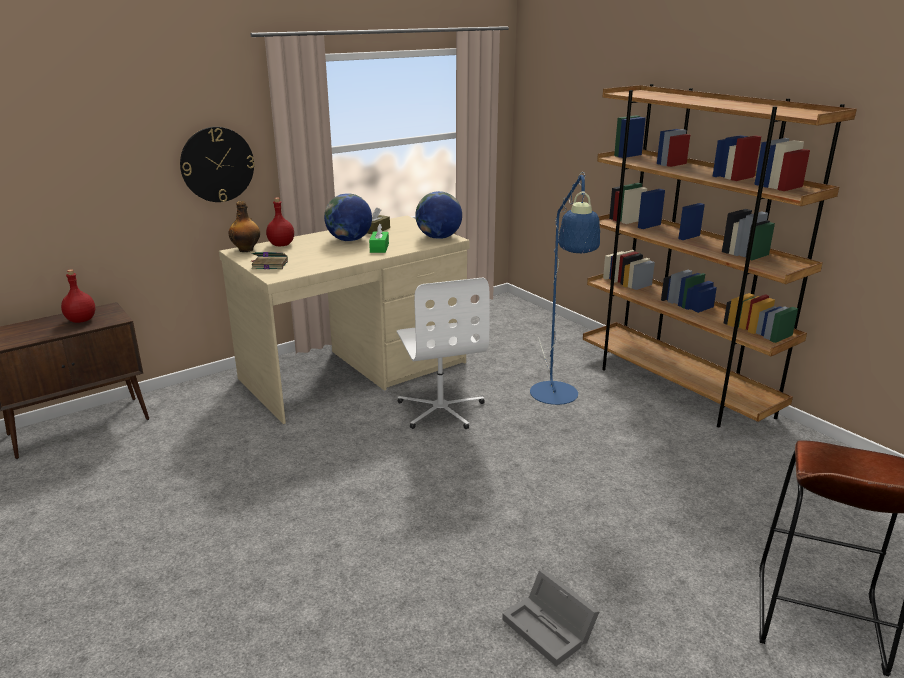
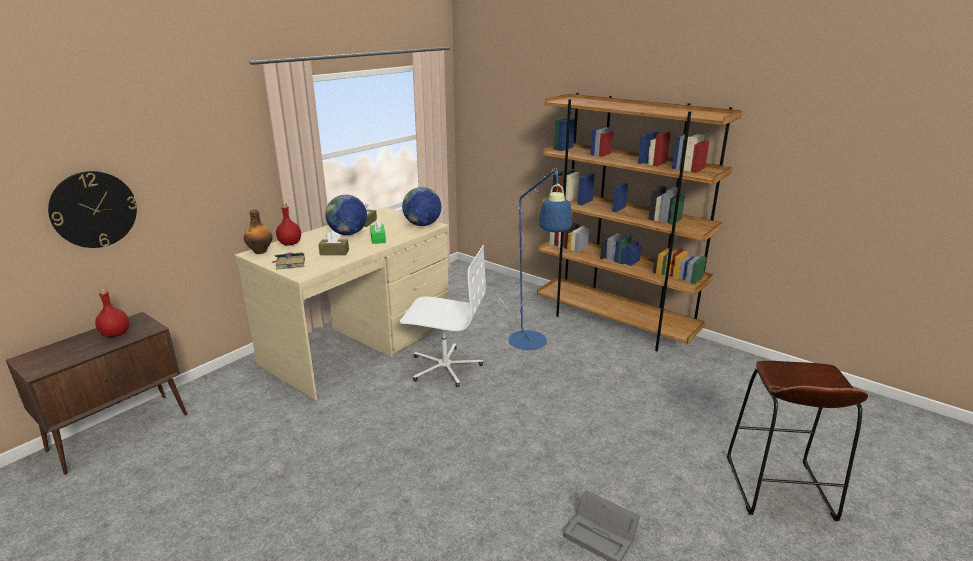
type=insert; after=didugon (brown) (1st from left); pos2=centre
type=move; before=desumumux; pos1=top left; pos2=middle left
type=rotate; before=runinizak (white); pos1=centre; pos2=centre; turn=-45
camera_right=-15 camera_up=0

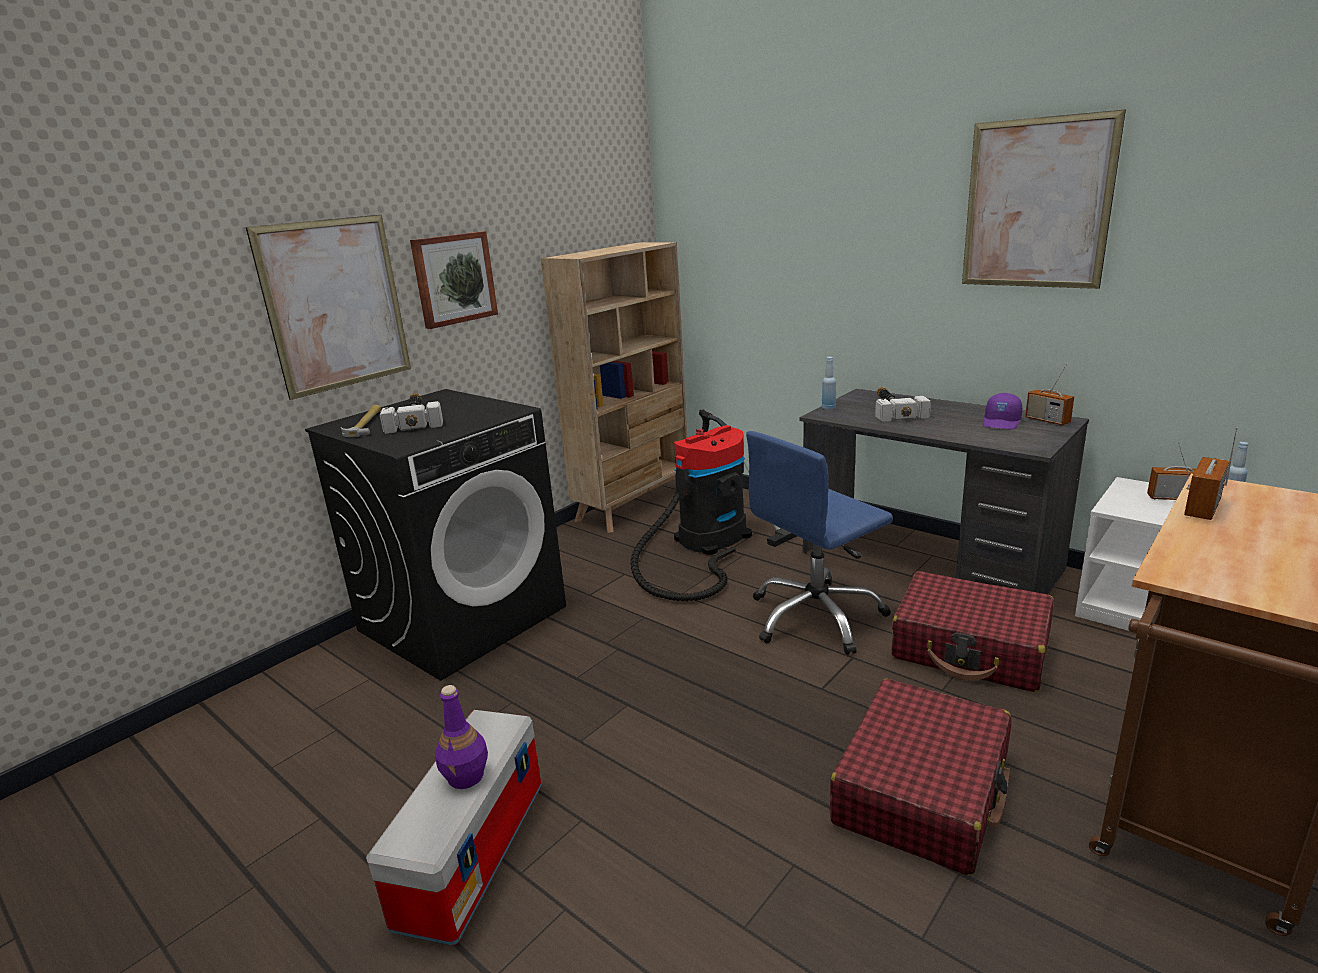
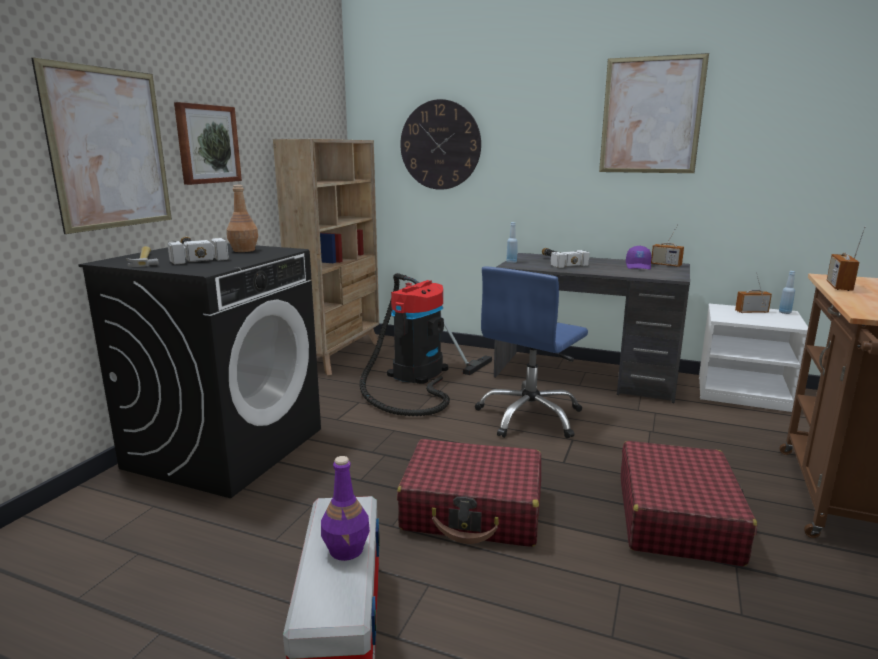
type=insert; after=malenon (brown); pos2=top left
type=insert; after=desumumux; pos2=top centre
type=move; before=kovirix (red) (2nd from left in the first image); after=kovirix (red) (1st from left); pos1=middle right; pos2=bottom centre
camera_right=-20 camera_up=-5

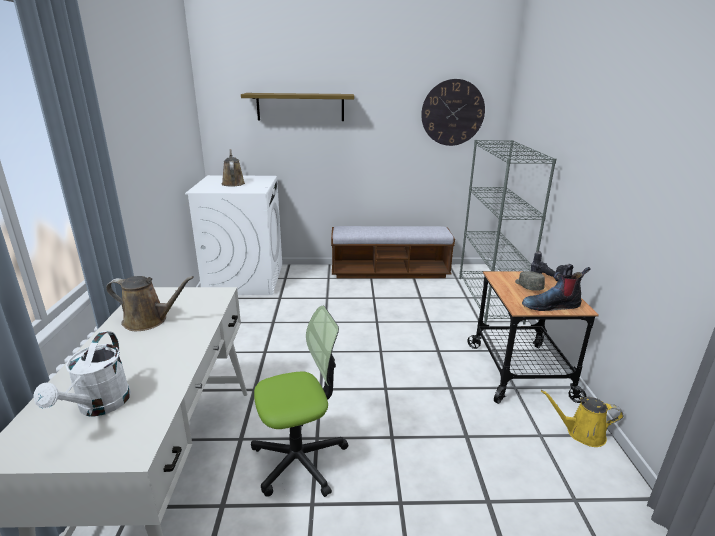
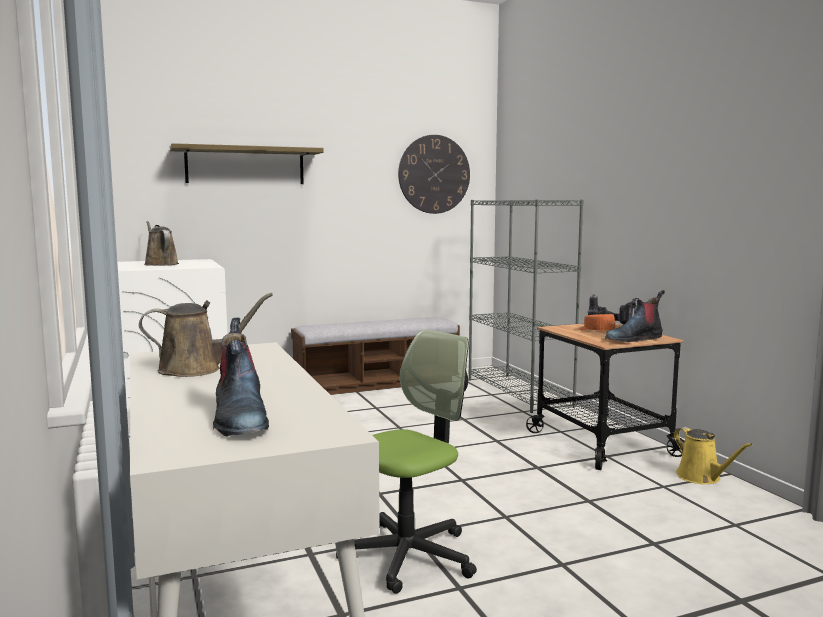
type=replace; before=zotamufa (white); after=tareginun (1st from left); pos1=bottom left; pos2=middle left
type=recolor; before=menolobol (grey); after=menolobol (orange); pos1=middle right; pos2=middle right
type=rotate; before=zotamufa (yellow); pos1=bottom right; pos2=bottom right; turn=-105
camera_right=-20 camera_up=-15

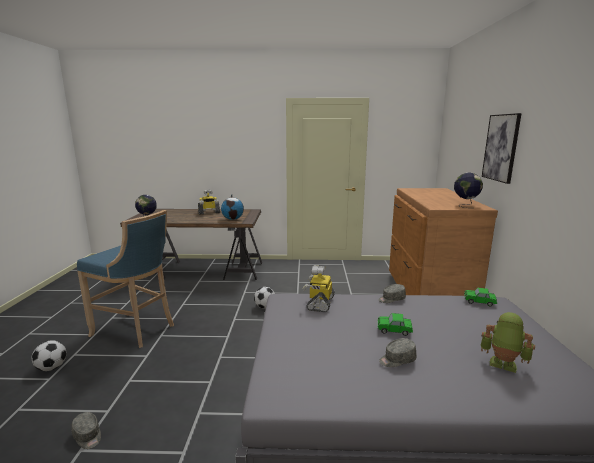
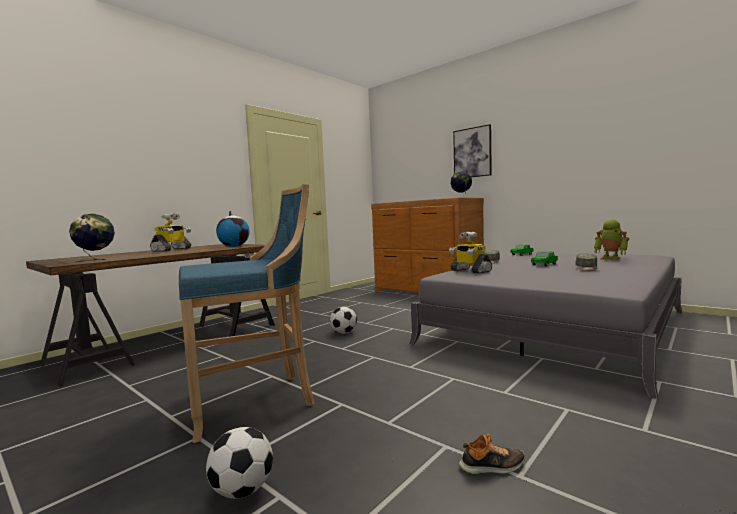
type=replace; before=menolobol (grey) (1st from left); after=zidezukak; pos1=bottom left; pos2=bottom right
type=rotate; before=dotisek (3rd from left); pos1=bottom right; pos2=middle right; turn=-105
camera_right=-50 camera_up=-10

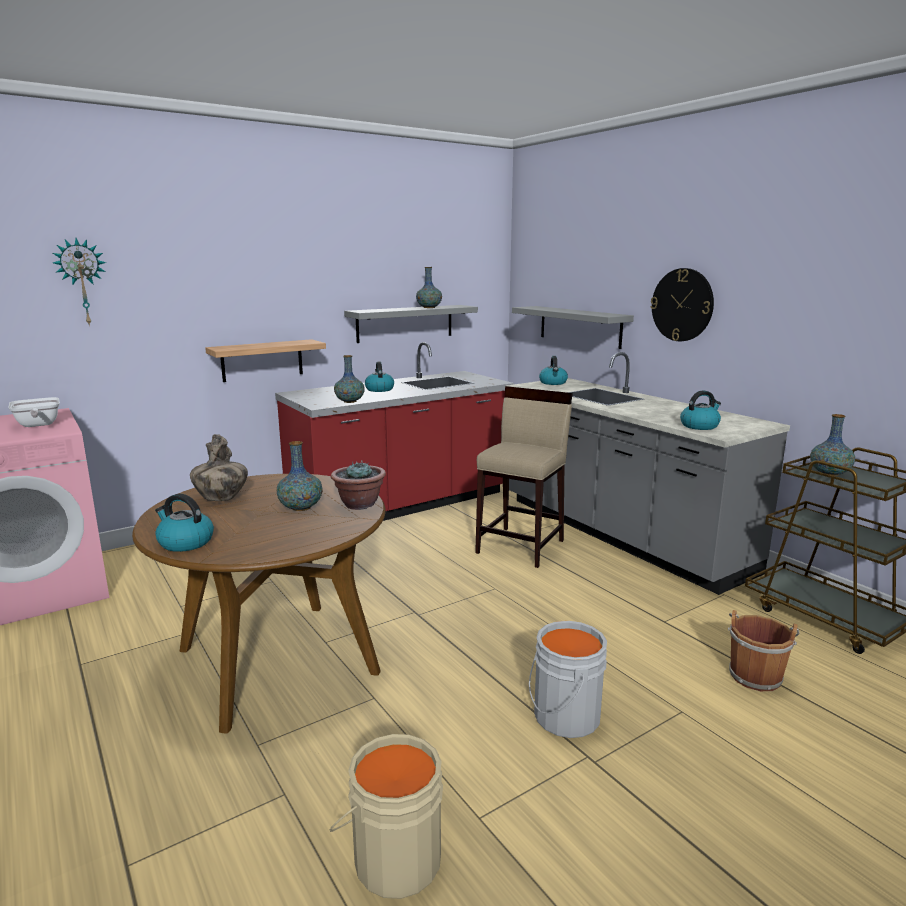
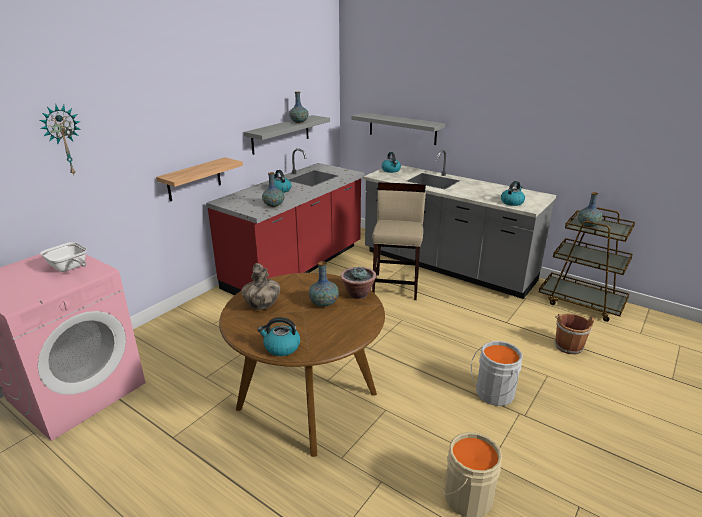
type=delete; before=desumumux (2nd from left); pos1=middle right
camera_right=-20 camera_up=10

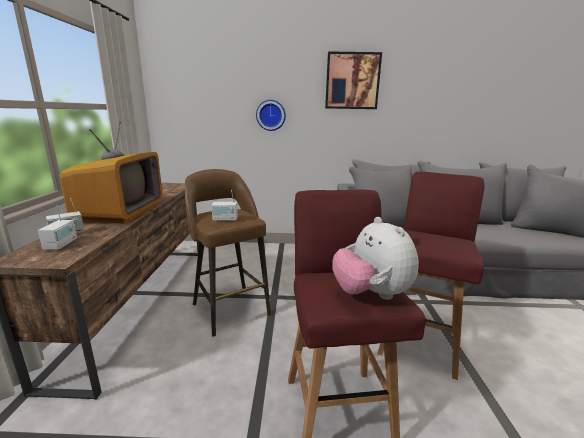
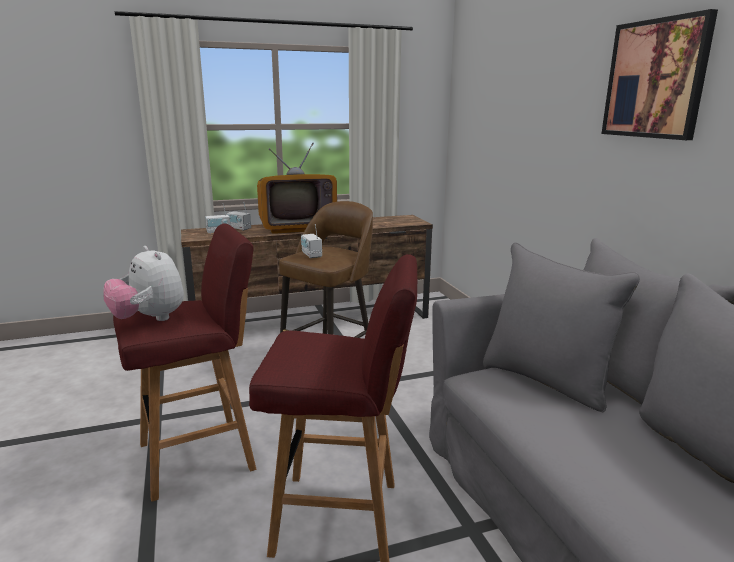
type=delete; before=desumumux; pos1=top centre
type=rotate; before=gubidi; pos1=centre; pos2=middle left; turn=-90
camera_right=70 camera_up=0

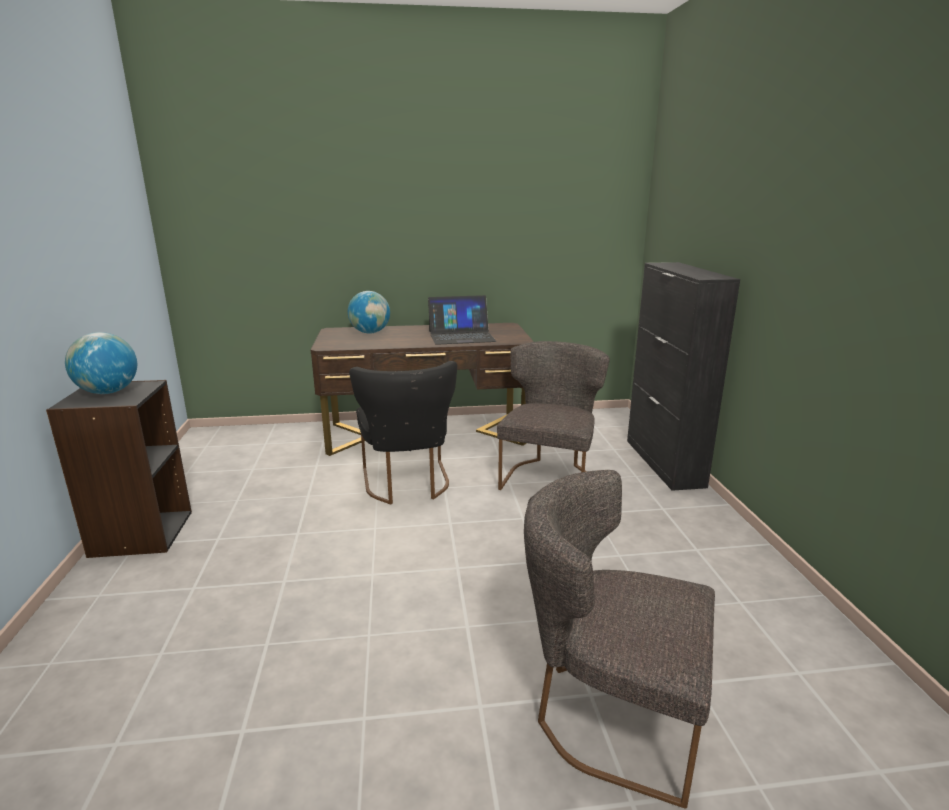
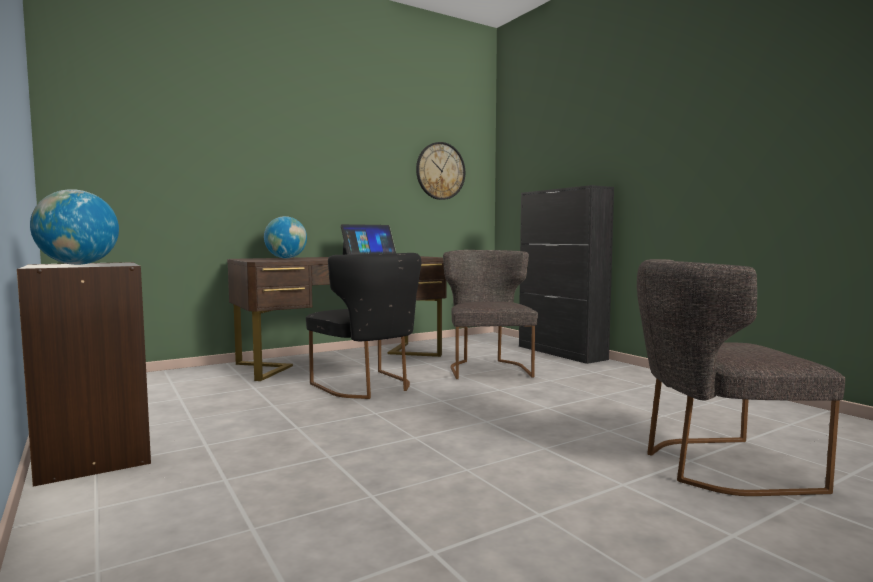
type=insert; after=desumumux; pos2=top centre
camera_right=-25 camera_up=-15

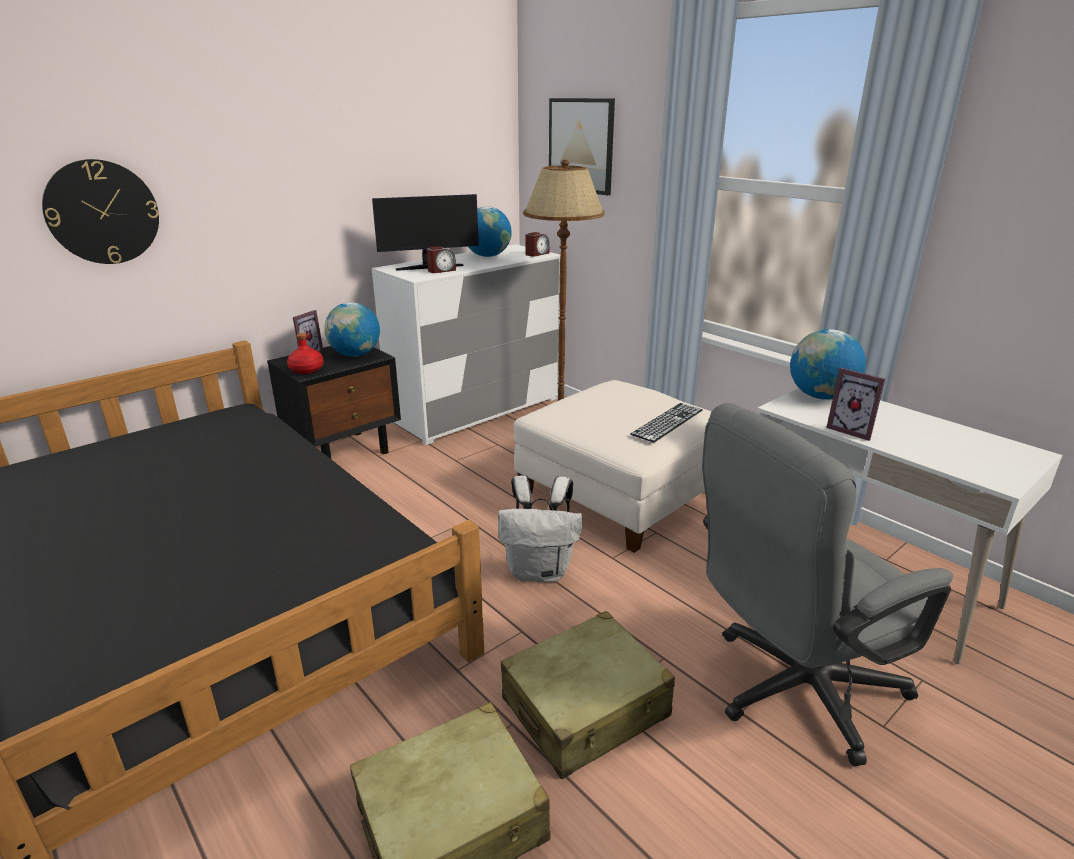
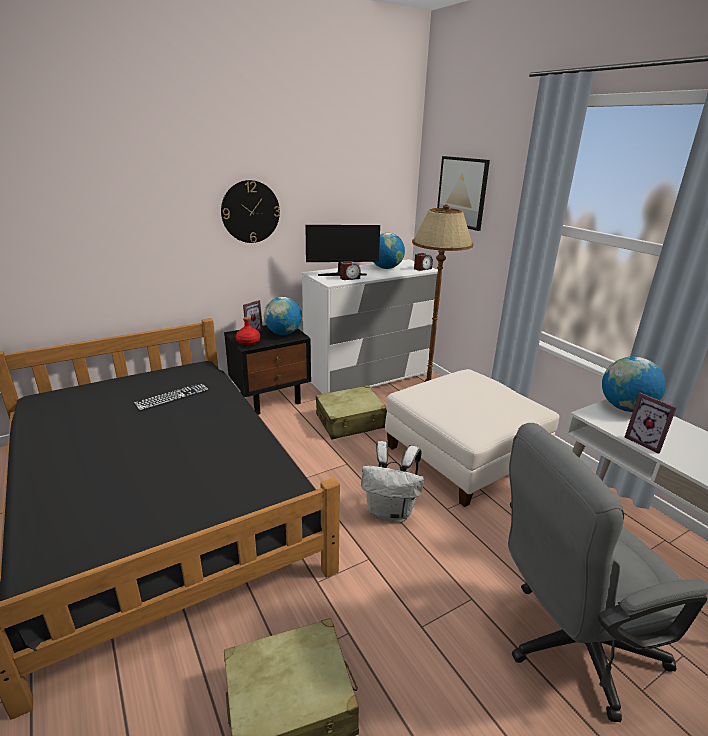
type=move; before=desumumux; pos1=top left; pos2=top centre
type=move; before=kovirix (beige) (2nd from left); pos1=bottom centre; pos2=centre
type=move; before=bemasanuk; pos1=centre; pos2=middle left
camera_right=10 camera_up=0

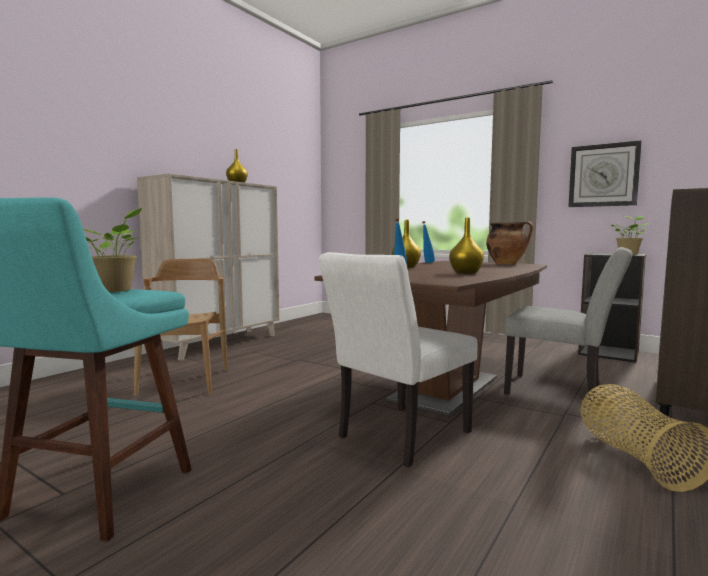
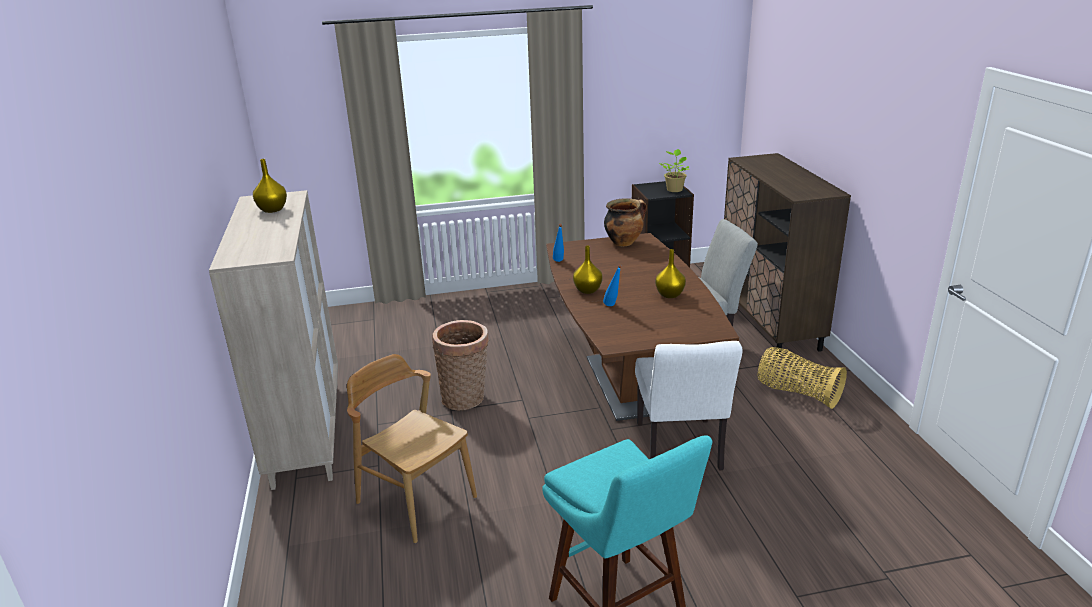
type=delete; before=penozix (1st from left); pos1=middle left
type=delete; before=desumumux; pos1=top right
type=insert; after=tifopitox (1st from left); pos2=centre
camera_right=-45 camera_up=20

